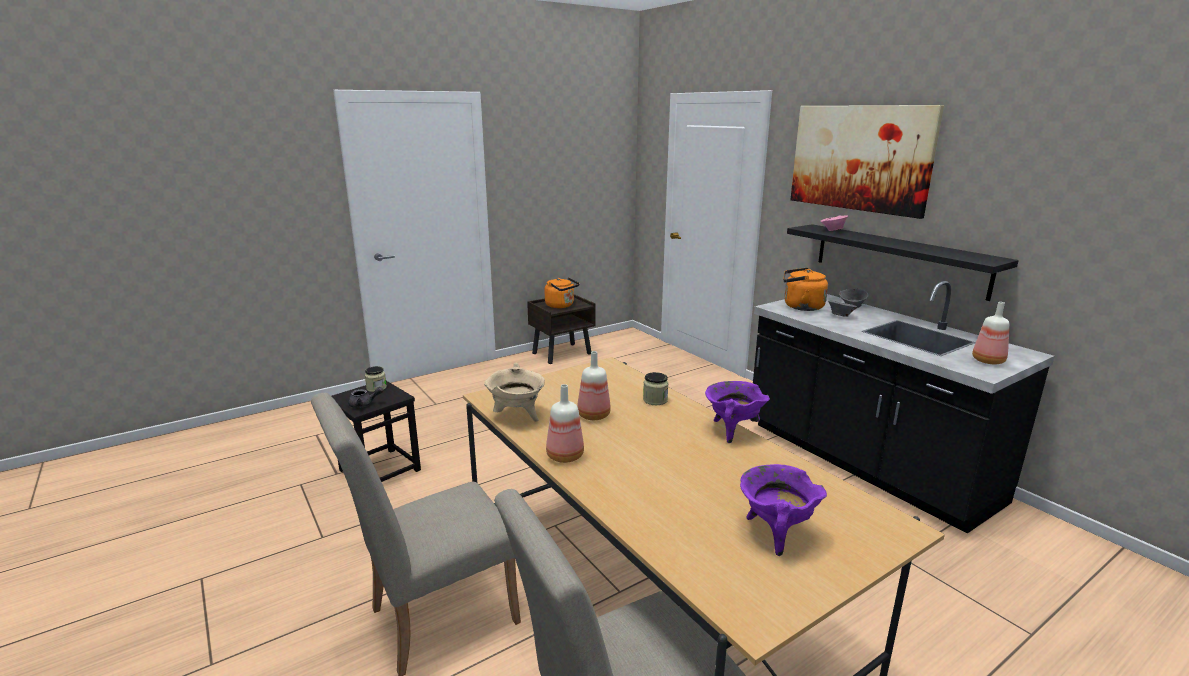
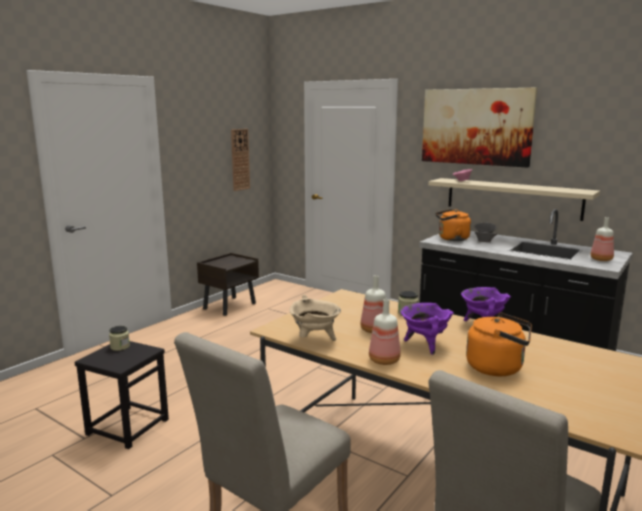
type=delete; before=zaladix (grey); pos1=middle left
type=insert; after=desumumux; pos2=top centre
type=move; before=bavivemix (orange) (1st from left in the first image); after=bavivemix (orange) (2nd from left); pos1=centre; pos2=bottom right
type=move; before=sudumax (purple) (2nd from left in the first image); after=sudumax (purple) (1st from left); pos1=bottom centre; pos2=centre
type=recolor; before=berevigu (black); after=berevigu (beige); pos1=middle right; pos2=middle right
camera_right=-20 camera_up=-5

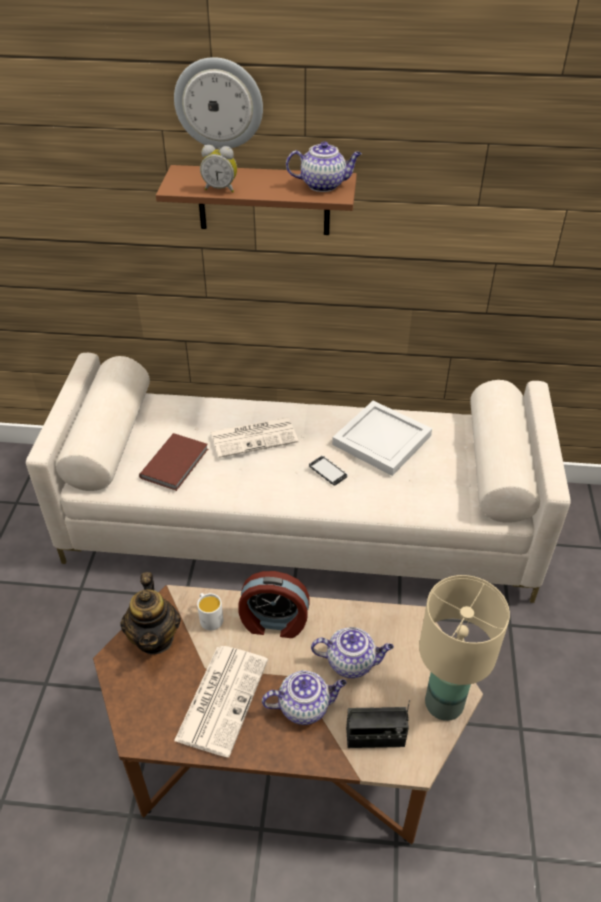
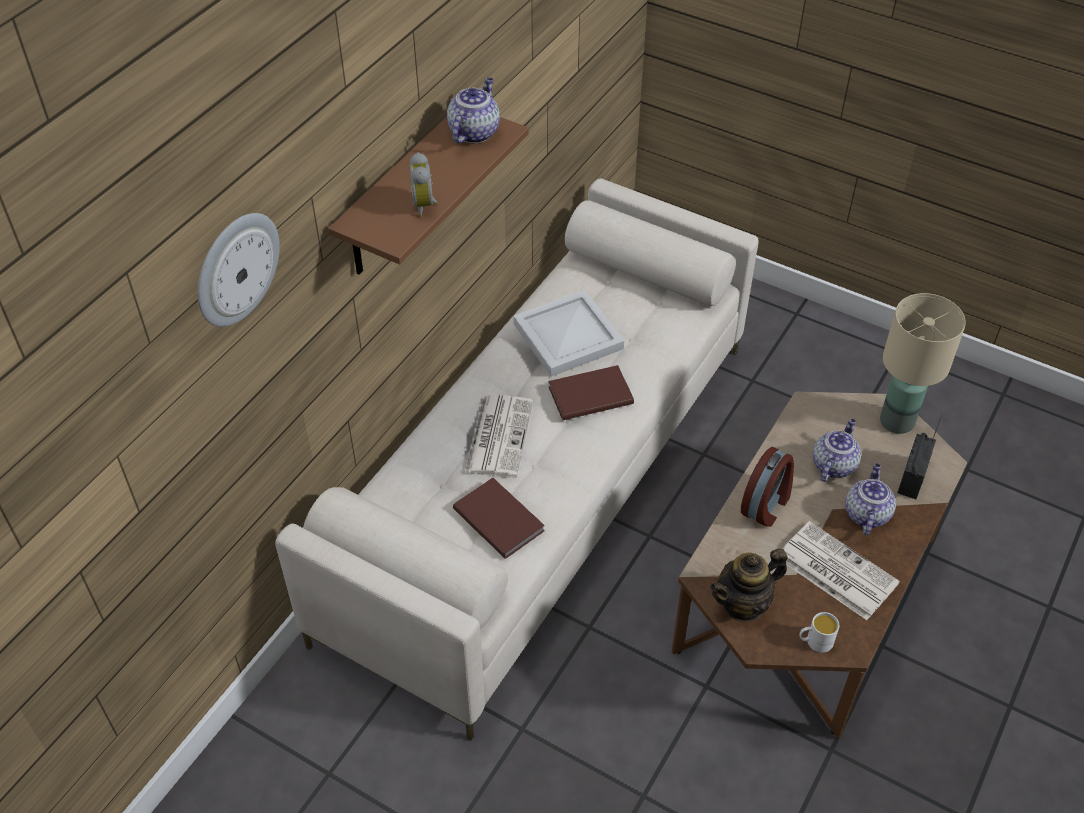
type=move; before=desumumux; pos1=top centre; pos2=top left
type=move; before=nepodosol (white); pos1=bottom centre; pos2=bottom right
type=replace; before=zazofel; after=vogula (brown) (2nd from left); pos1=centre; pos2=centre
type=rotate; before=zaladix (1st from left in the first image); pos1=bottom left; pos2=bottom right; turn=135
type=rotate; before=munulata (1st from left); pos1=top centre; pos2=top centre; turn=135
camera_right=-65 camera_up=5

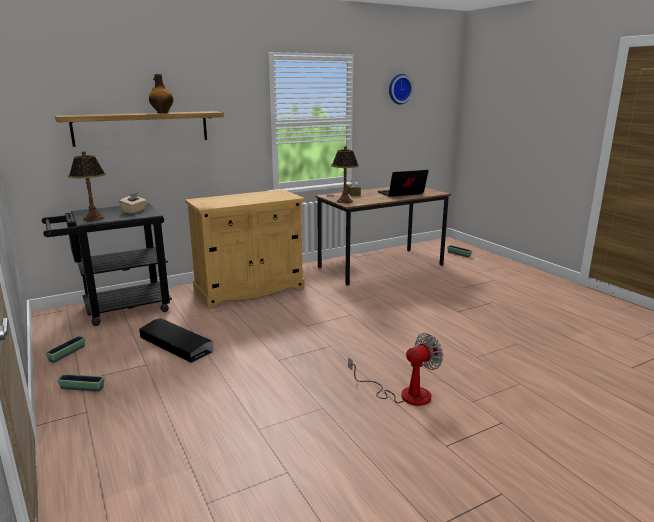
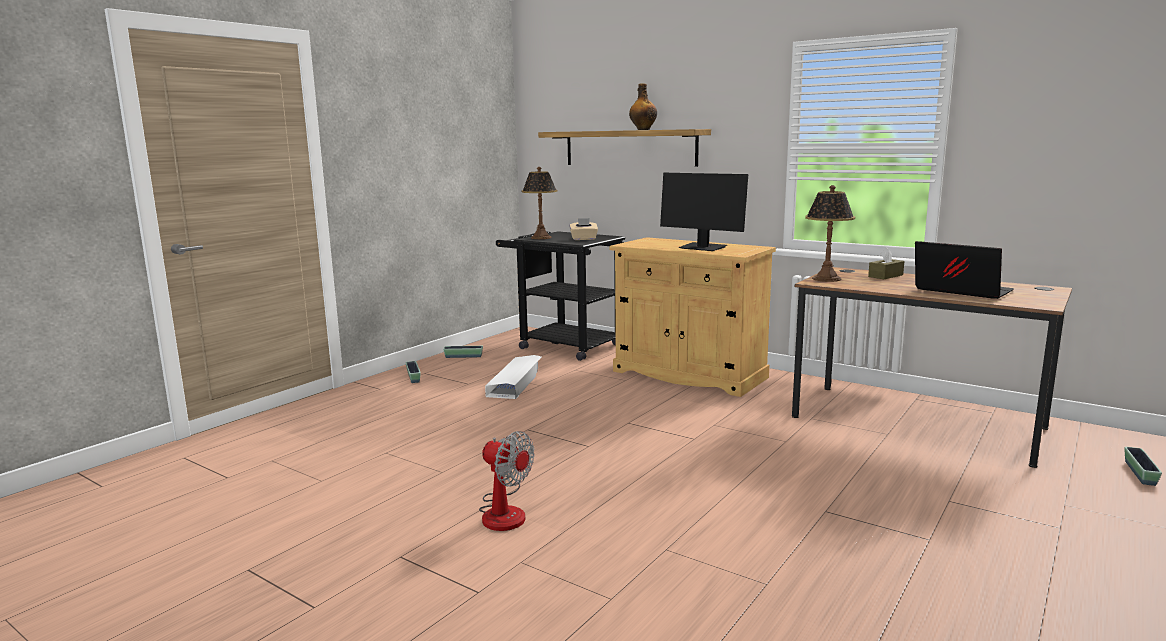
type=delete; before=desumumux; pos1=top centre
type=insert; after=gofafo; pos2=top centre
type=recolor; before=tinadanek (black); after=tinadanek (white); pos1=middle left; pos2=centre
camera_right=65 camera_up=-5

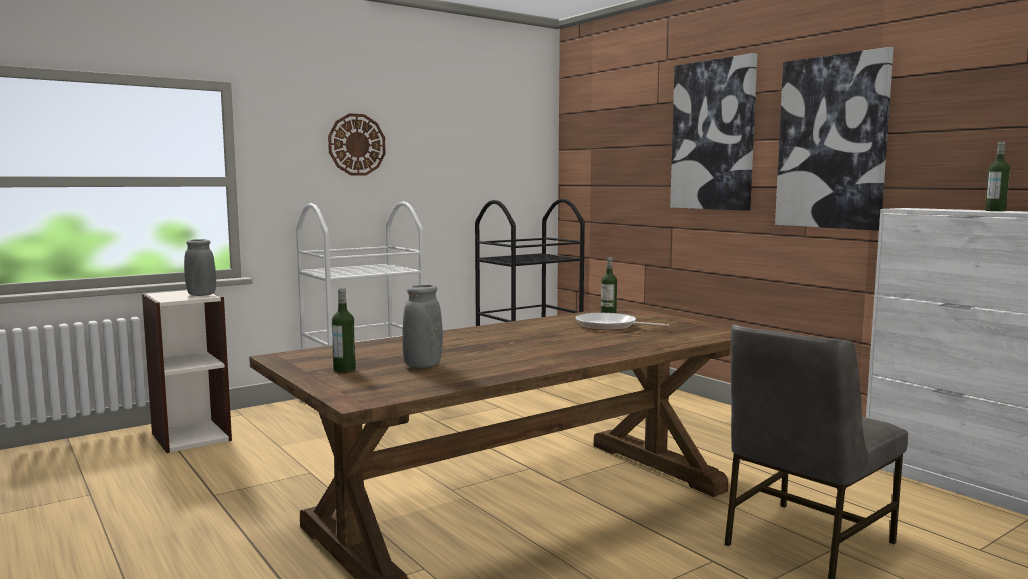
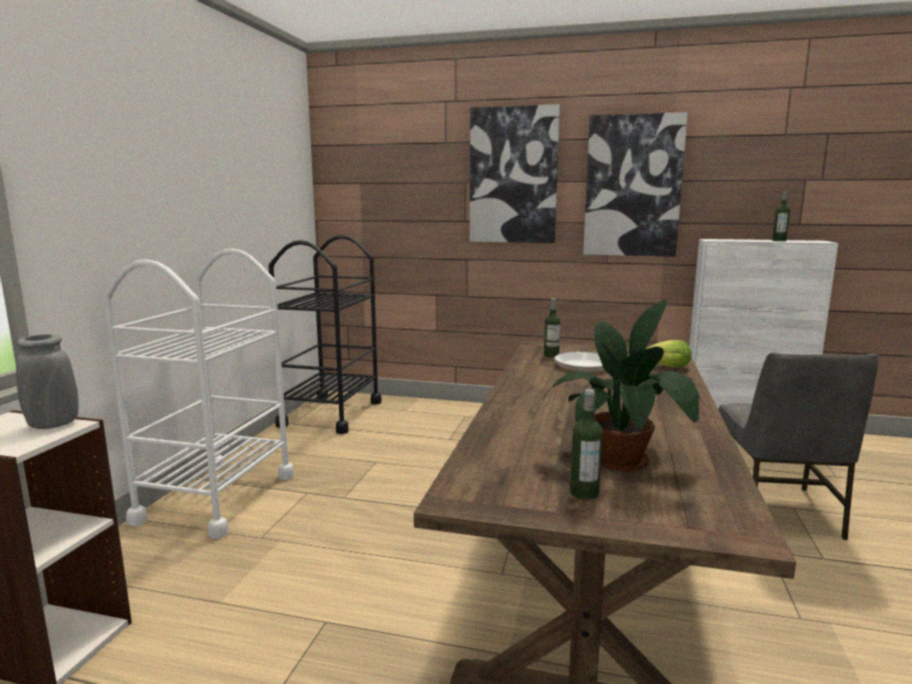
type=delete; before=desumumux; pos1=top centre
type=insert; after=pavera; pos2=middle right
type=replace; before=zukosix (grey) (2nd from left); after=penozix; pos1=centre; pos2=middle right
camera_right=-40 camera_up=5

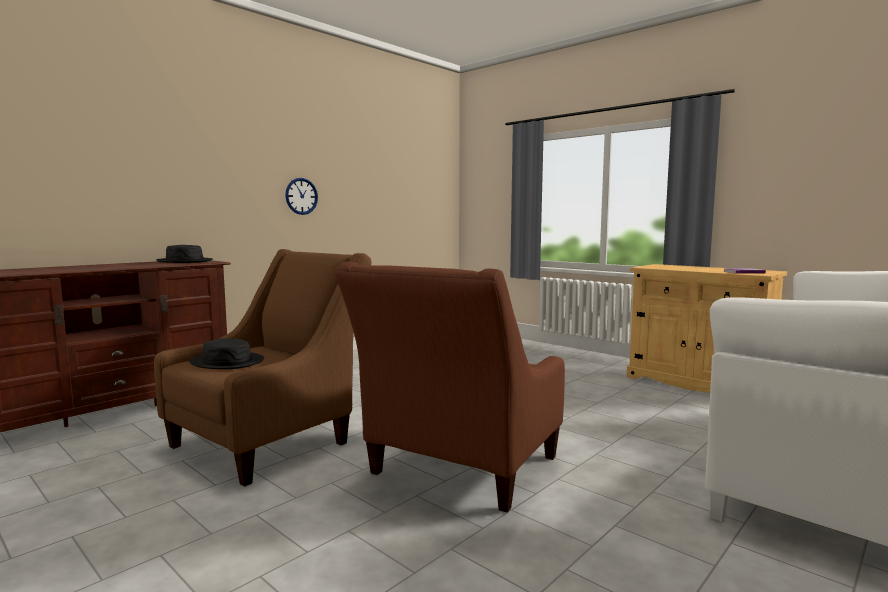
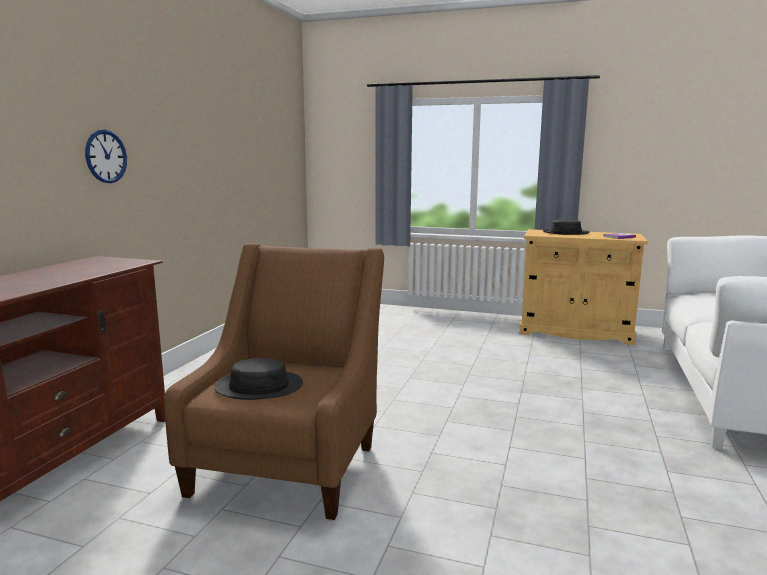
type=delete; before=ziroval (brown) (2nd from left); pos1=centre
type=move; before=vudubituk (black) (1st from left in the first image); after=vudubituk (black) (2nd from left); pos1=middle left; pos2=middle right
type=move; before=desumumux; pos1=top centre; pos2=top left
camera_right=-25 camera_up=5

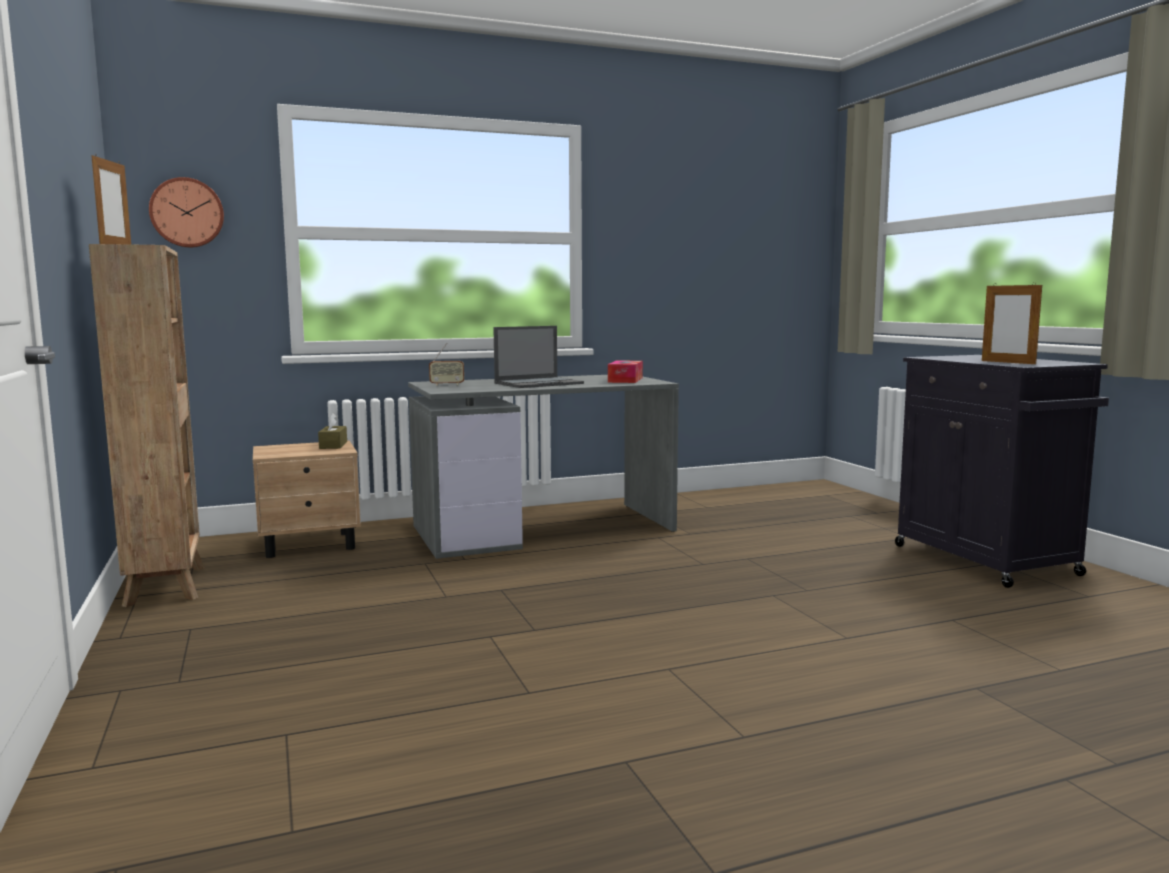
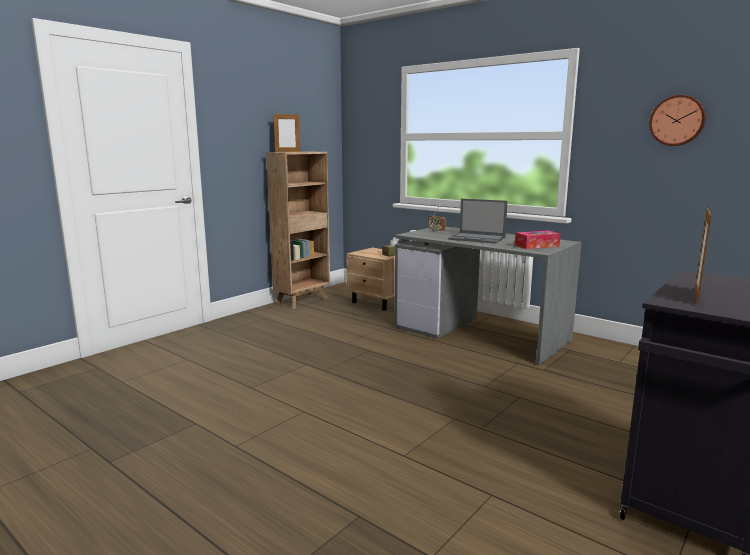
type=move; before=desumumux; pos1=top left; pos2=top right
camera_right=60 camera_up=5

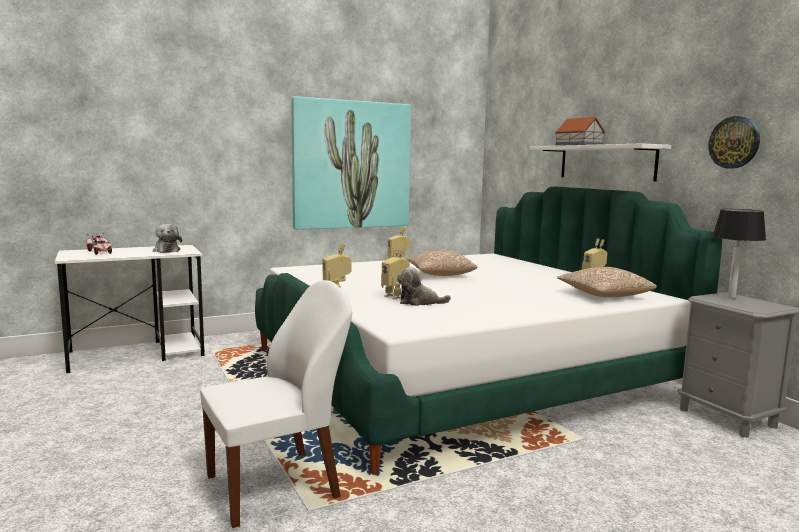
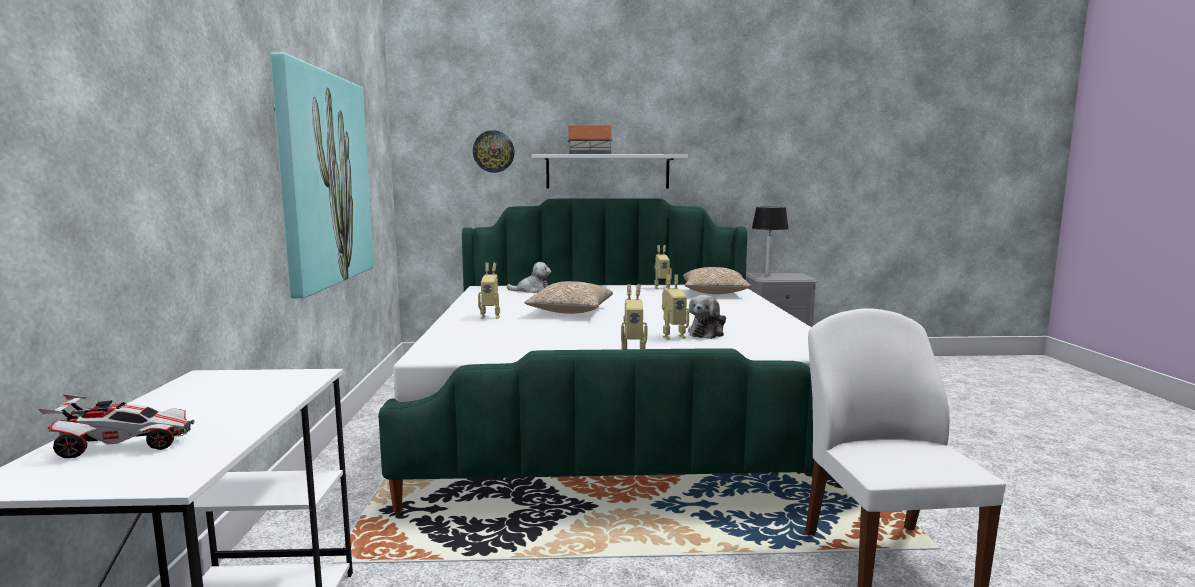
type=move; before=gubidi (1st from left); pos1=middle left; pos2=centre
type=move; before=desumumux; pos1=top right; pos2=top centre
camera_right=-65 camera_up=0

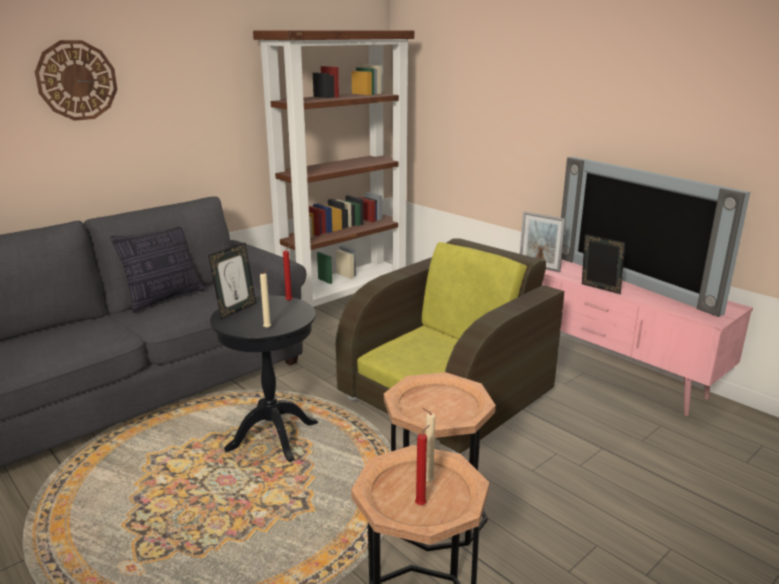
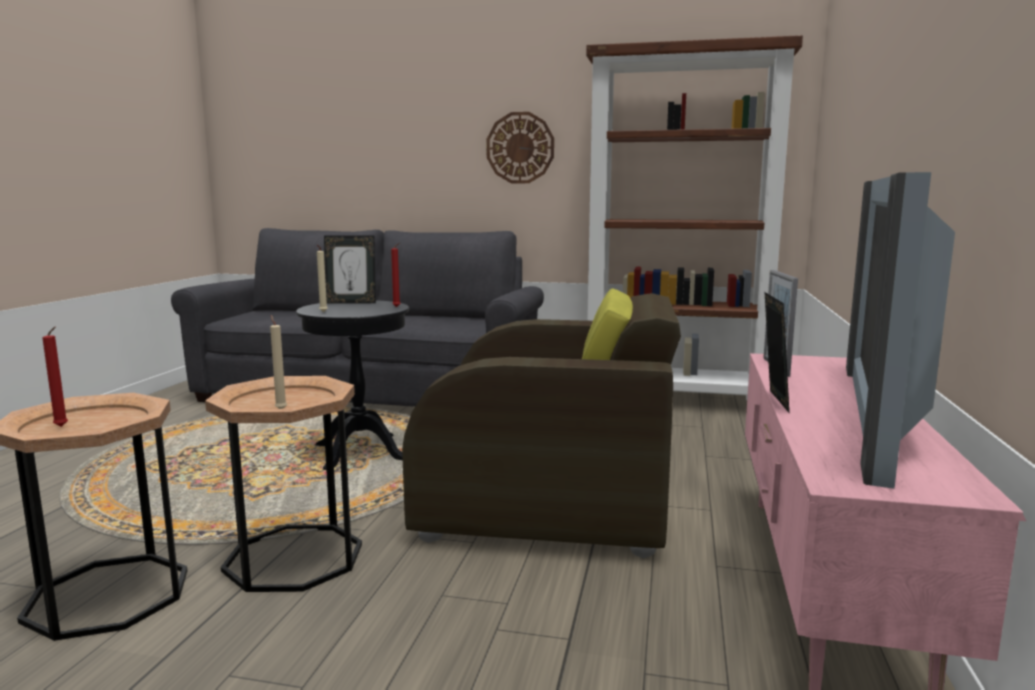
type=delete; before=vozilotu; pos1=middle left
type=move; before=desumumux; pos1=top left; pos2=top centre
type=move; before=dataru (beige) (2nd from left in the first image); after=dataru (beige) (1st from left); pos1=bottom centre; pos2=middle left
camera_right=55 camera_up=-10

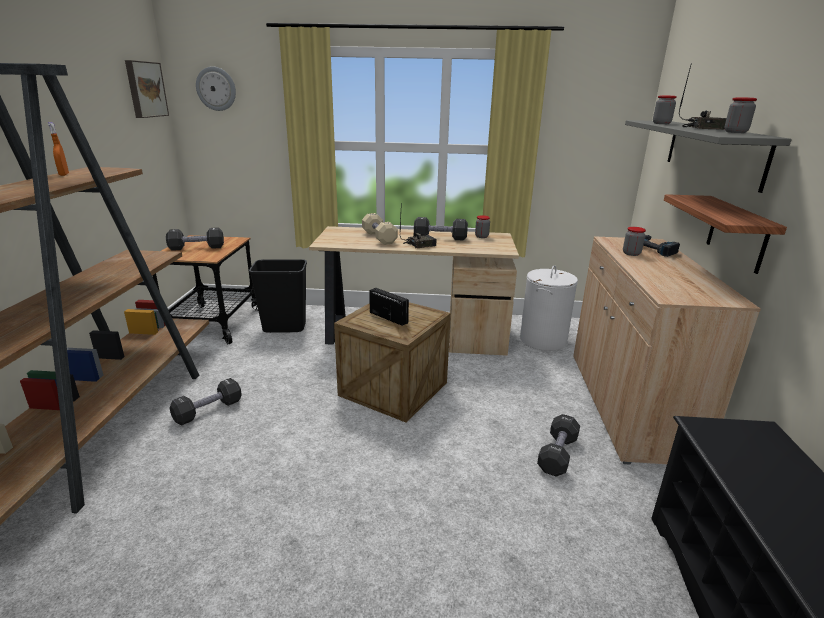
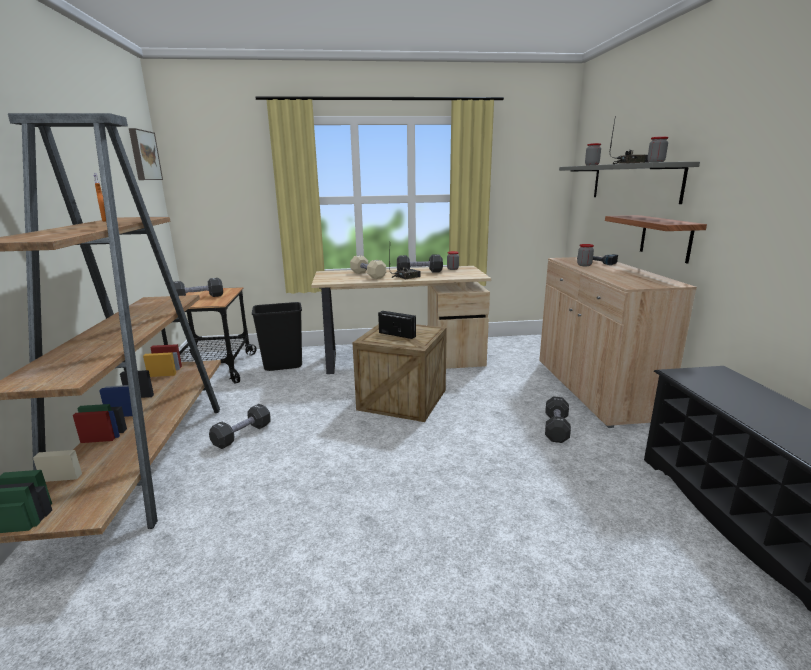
type=delete; before=desumumux; pos1=top left
type=delete; before=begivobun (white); pos1=centre
camera_right=-10 camera_up=-5

